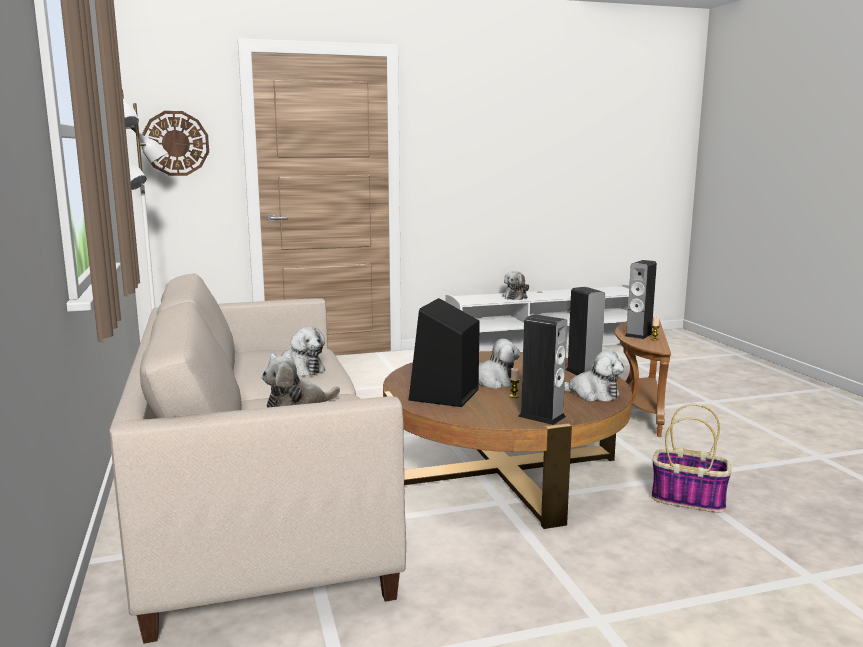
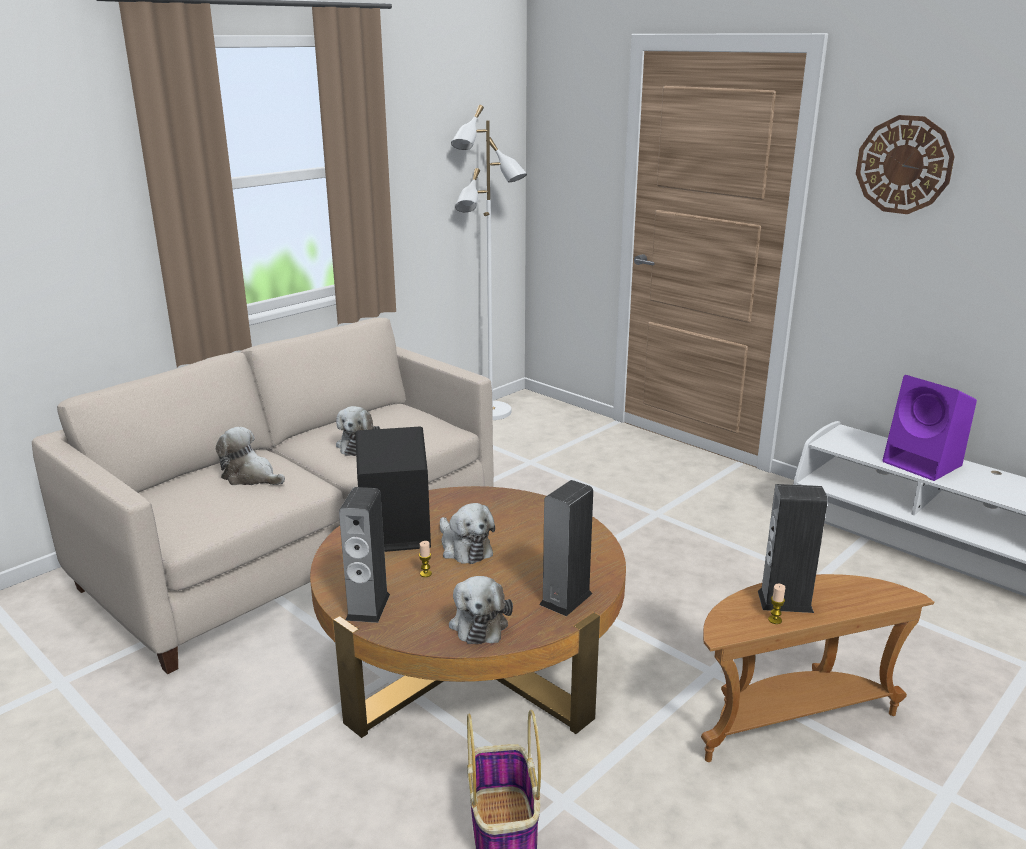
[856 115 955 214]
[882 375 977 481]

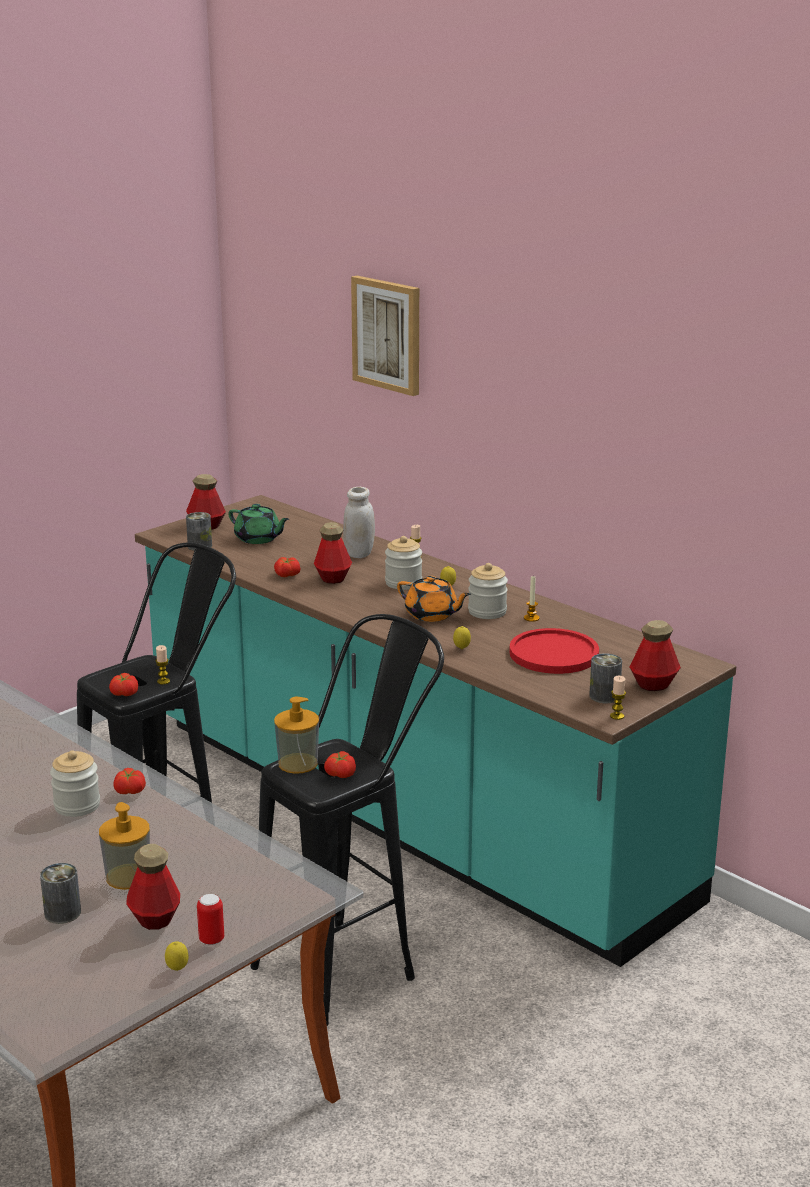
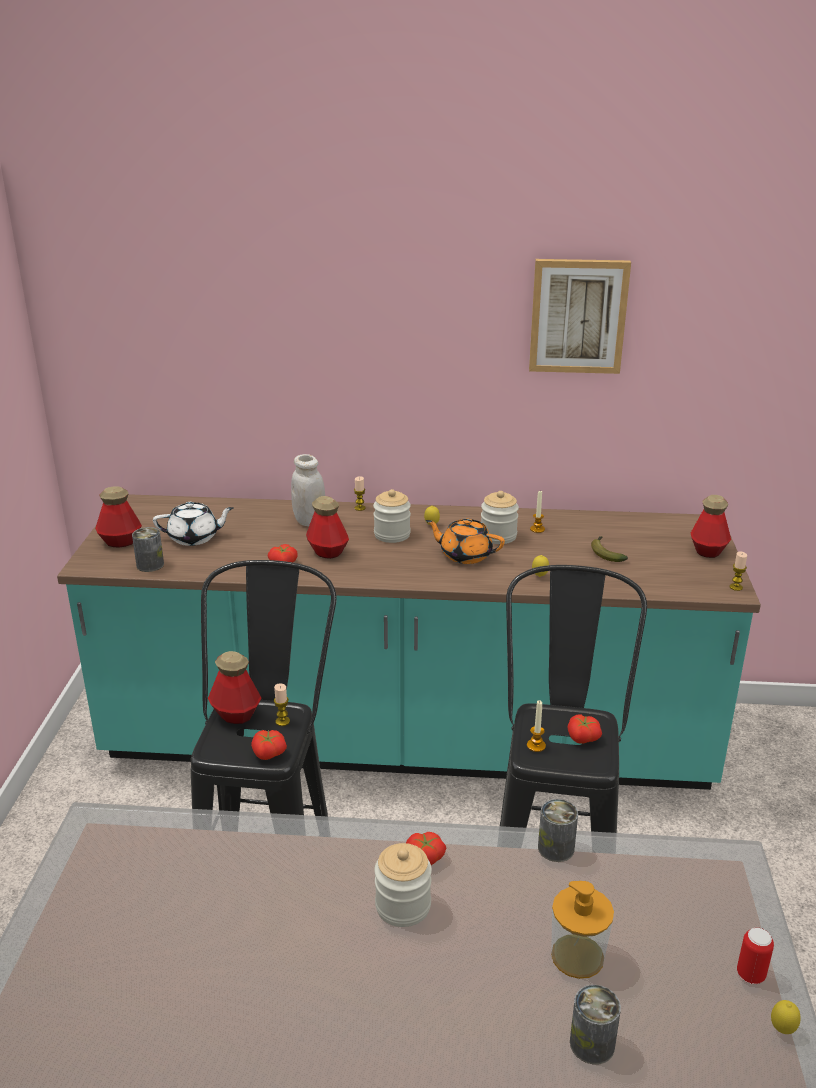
[153 502 234 546]
[208 651 262 724]
[426 518 505 564]
[527 700 546 752]
[529 259 631 374]
[538 799 578 862]
[591 536 628 562]

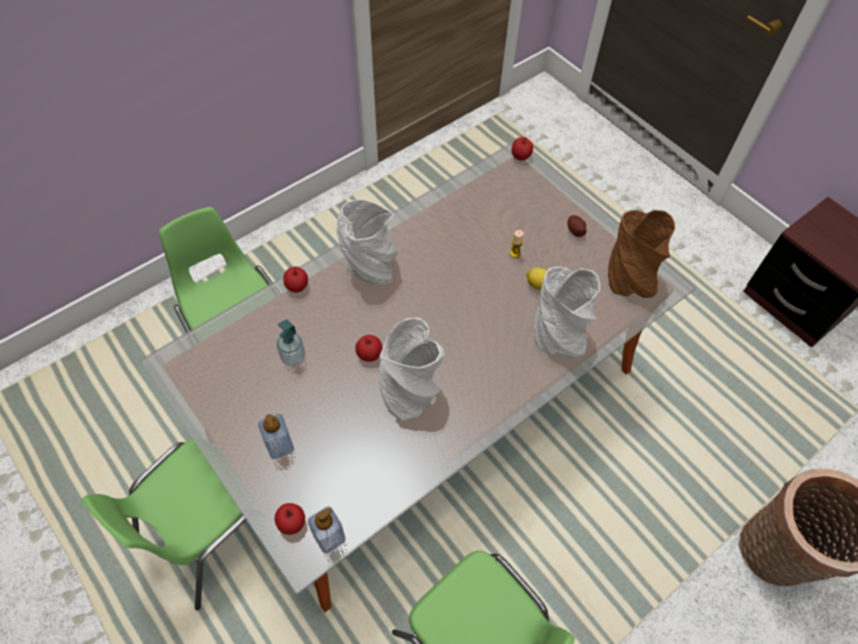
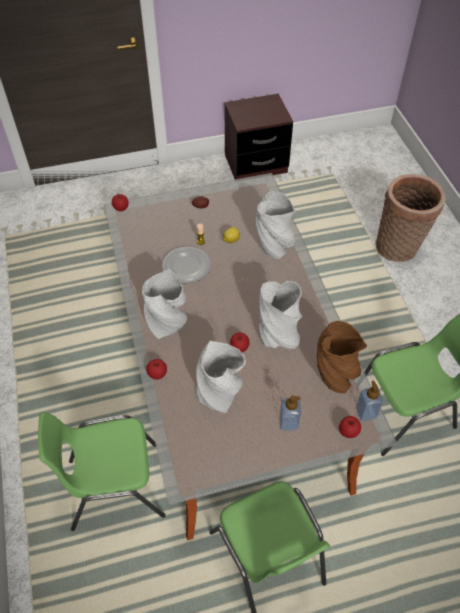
[162 246 211 283]
[195 341 246 413]
[317 321 367 394]

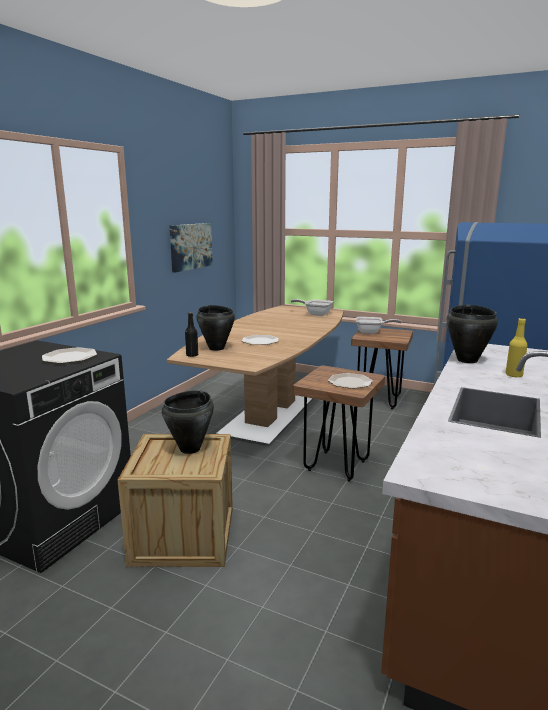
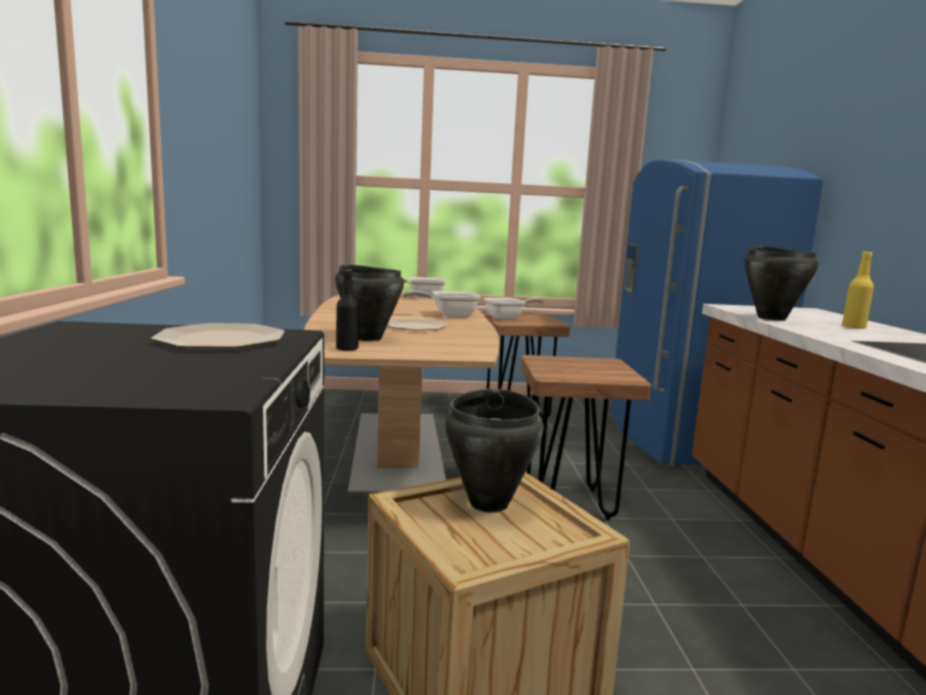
[403 291 481 317]
[170 223 213 273] (first image)
[328 373 373 389] (first image)

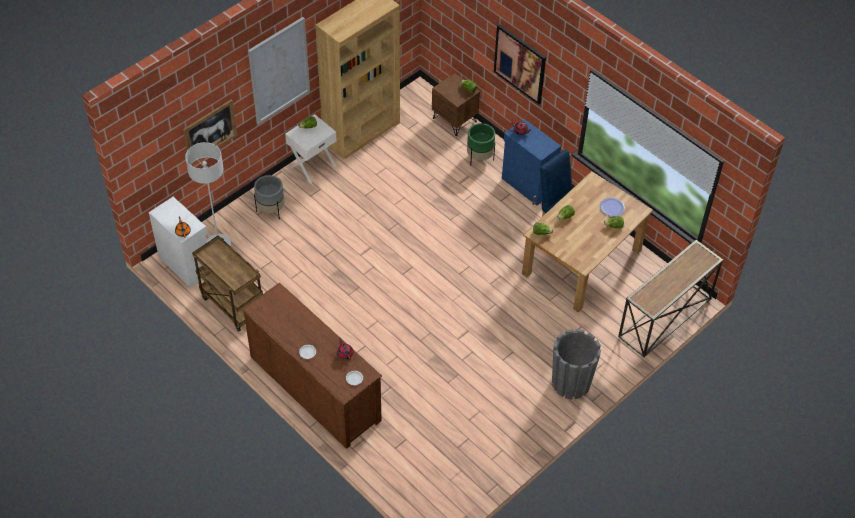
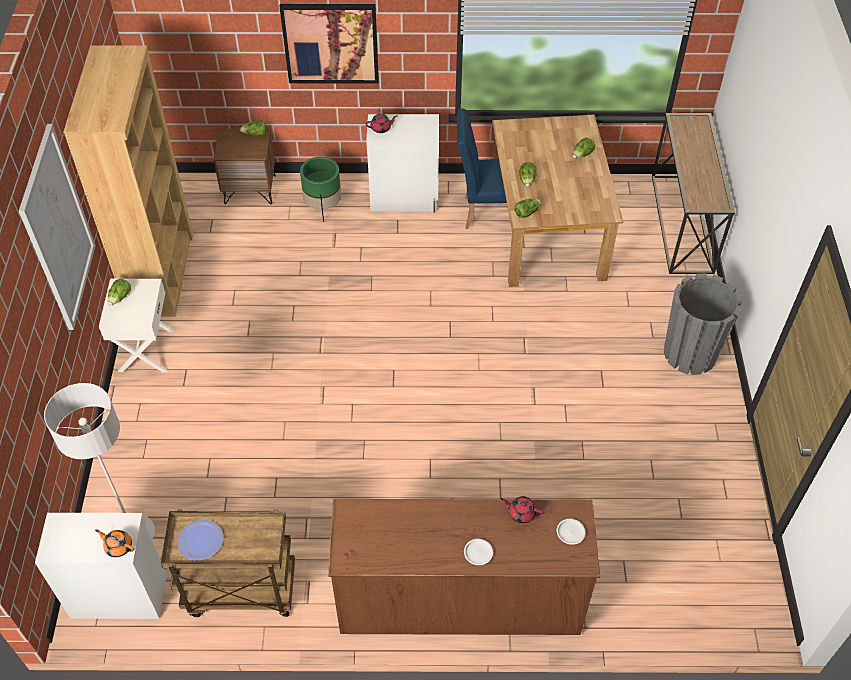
[177 520 223 561]
[366 114 439 213]
[183 99 237 165] (first image)
[254 175 284 219] (first image)

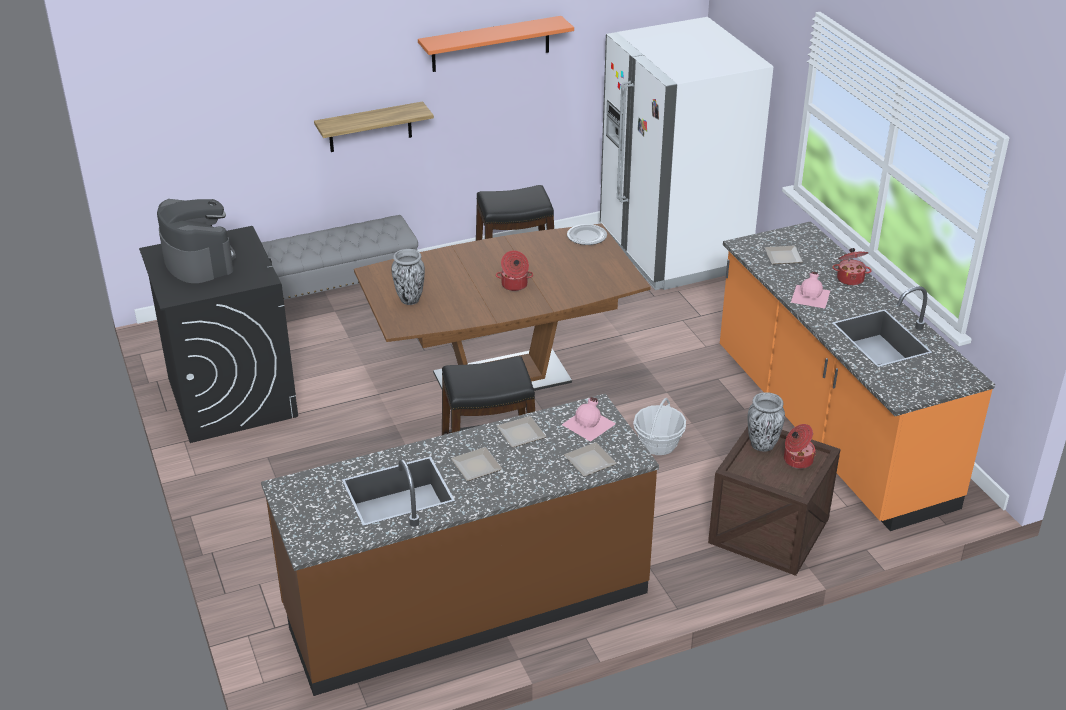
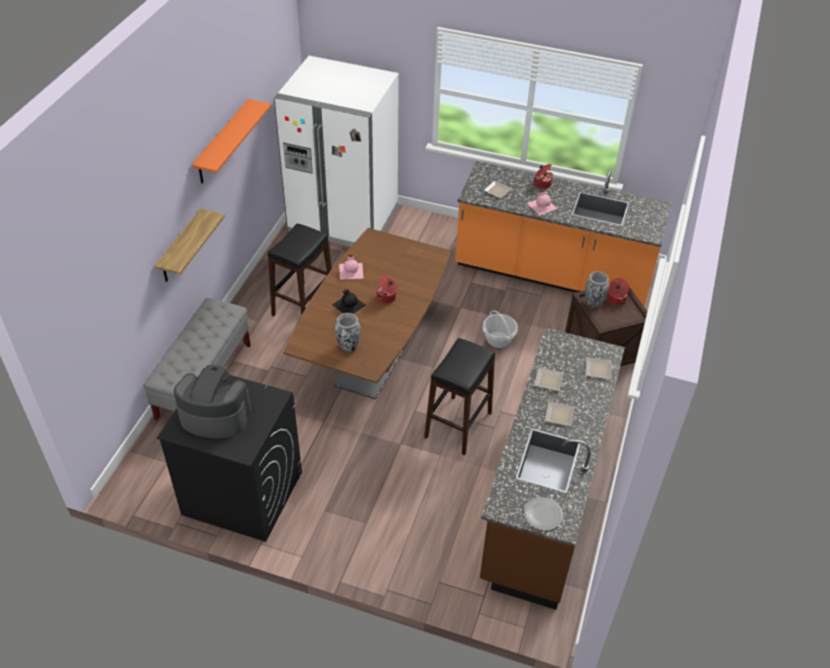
[332 289 366 314]
[339 255 364 280]
[524 497 563 530]

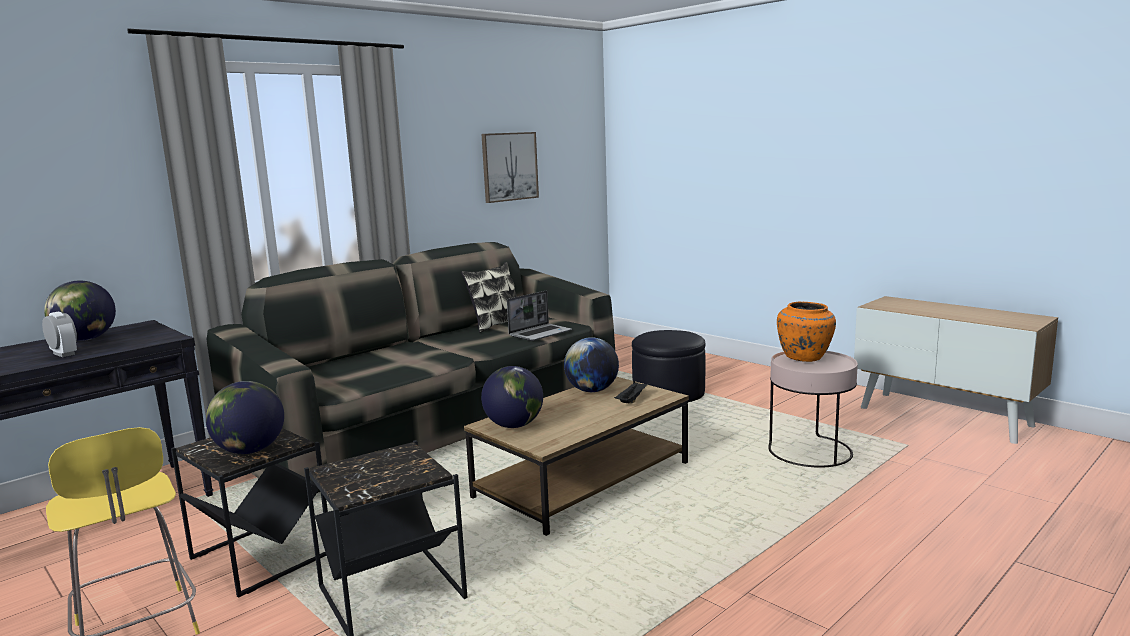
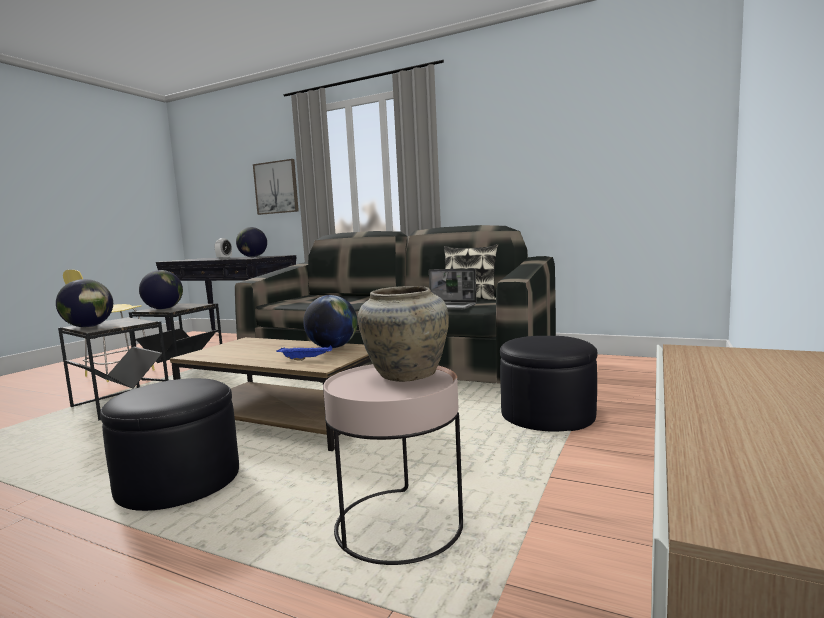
[56 279 113 327]
[100 378 239 511]
[253 159 299 215]
[276 345 332 361]
[358 286 449 382]

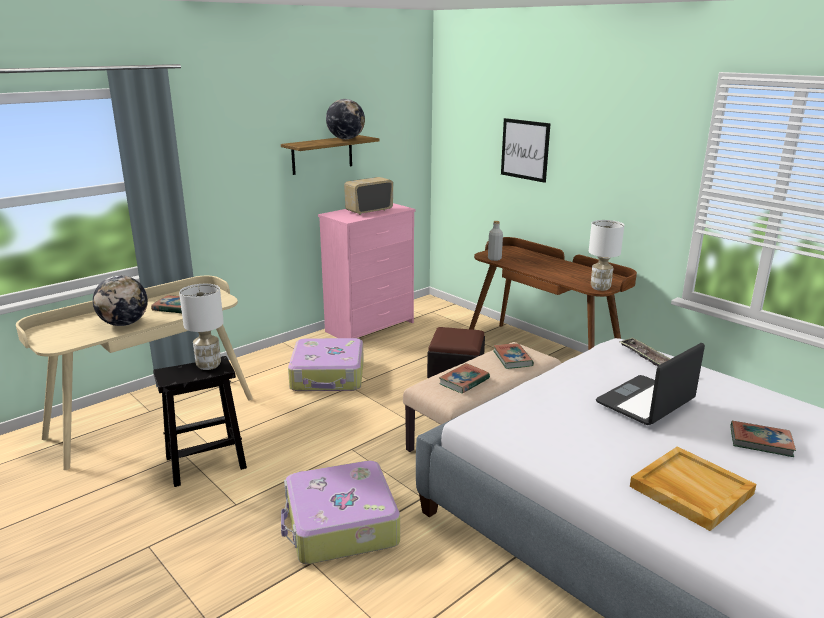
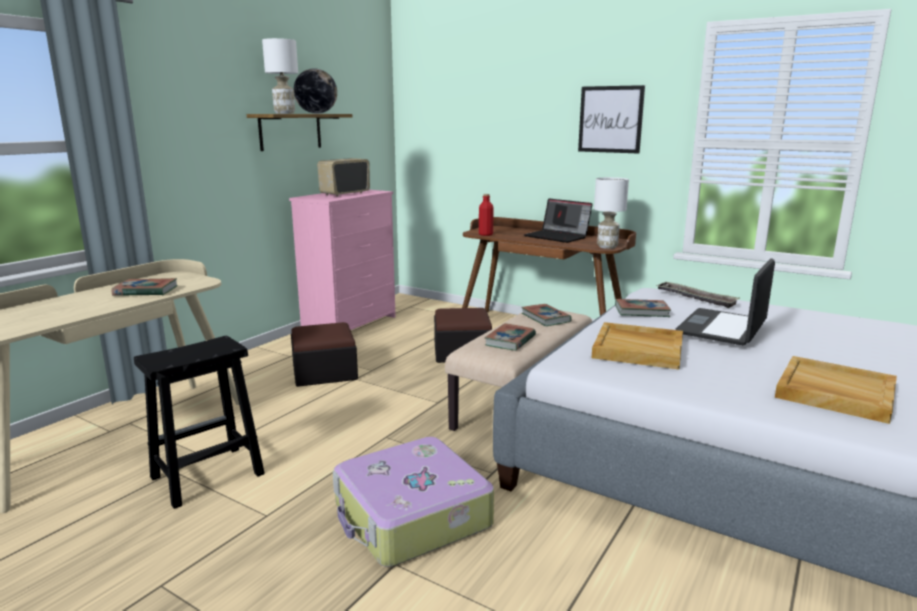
[262 38 298 114]
[291 322 358 387]
[479 194 494 236]
[524 199 593 243]
[578 85 645 154]
[592 322 683 369]
[615 299 671 317]
[93 275 148 326] (first image)

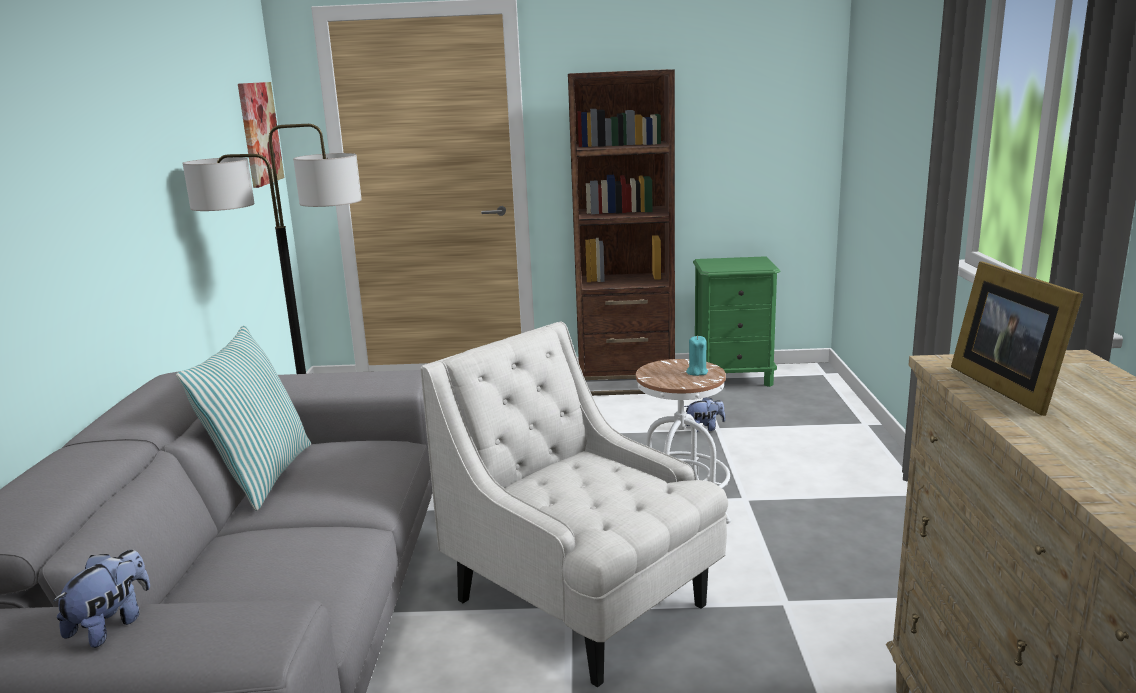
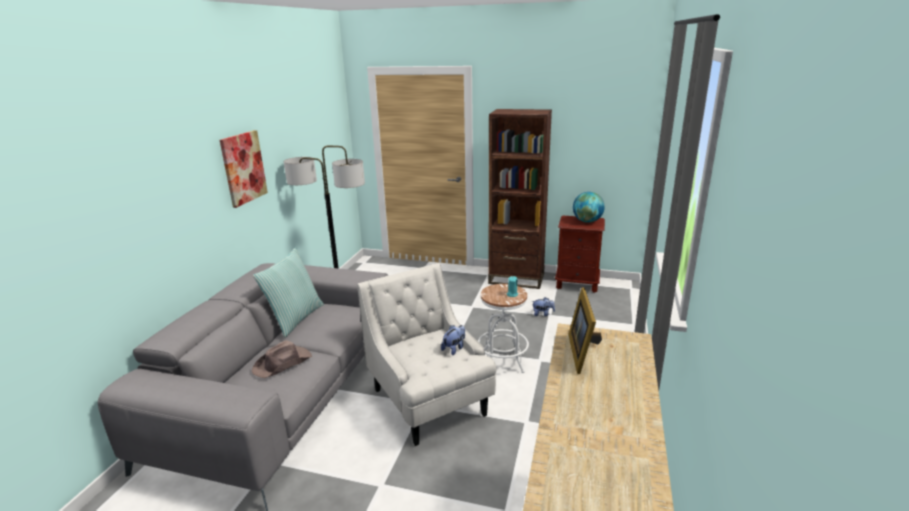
[220 130 268 208]
[252 340 312 378]
[441 325 465 355]
[555 215 605 293]
[573 192 605 223]

